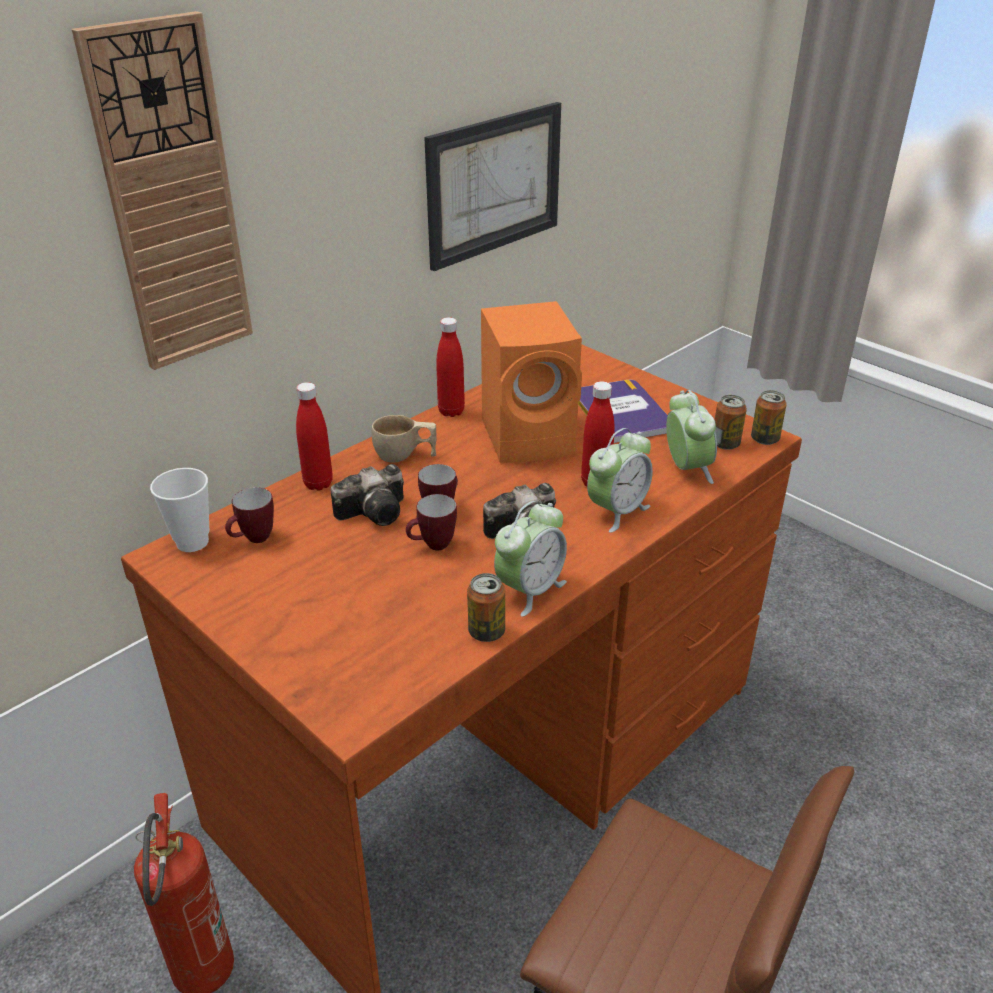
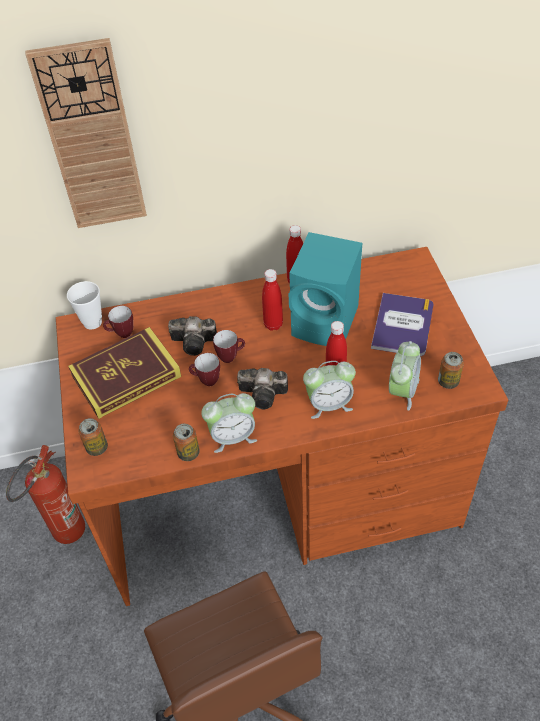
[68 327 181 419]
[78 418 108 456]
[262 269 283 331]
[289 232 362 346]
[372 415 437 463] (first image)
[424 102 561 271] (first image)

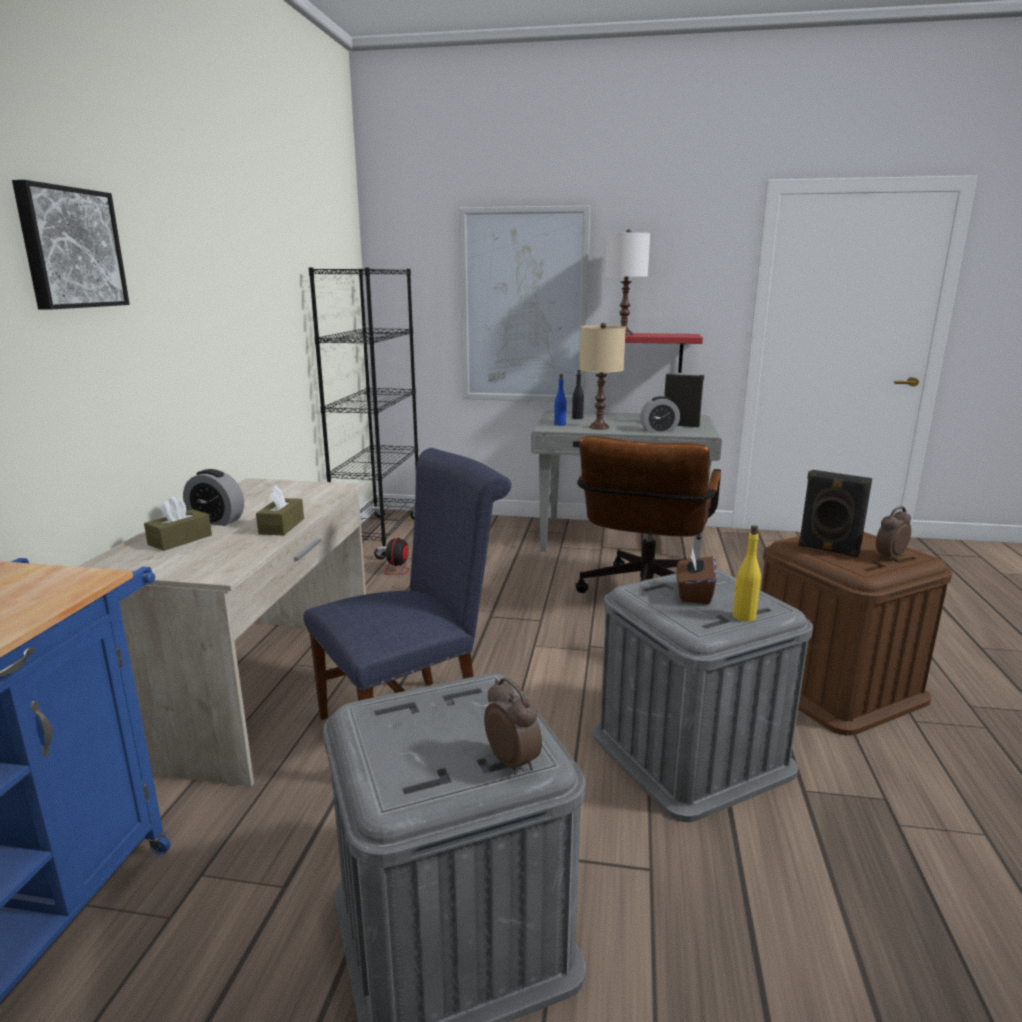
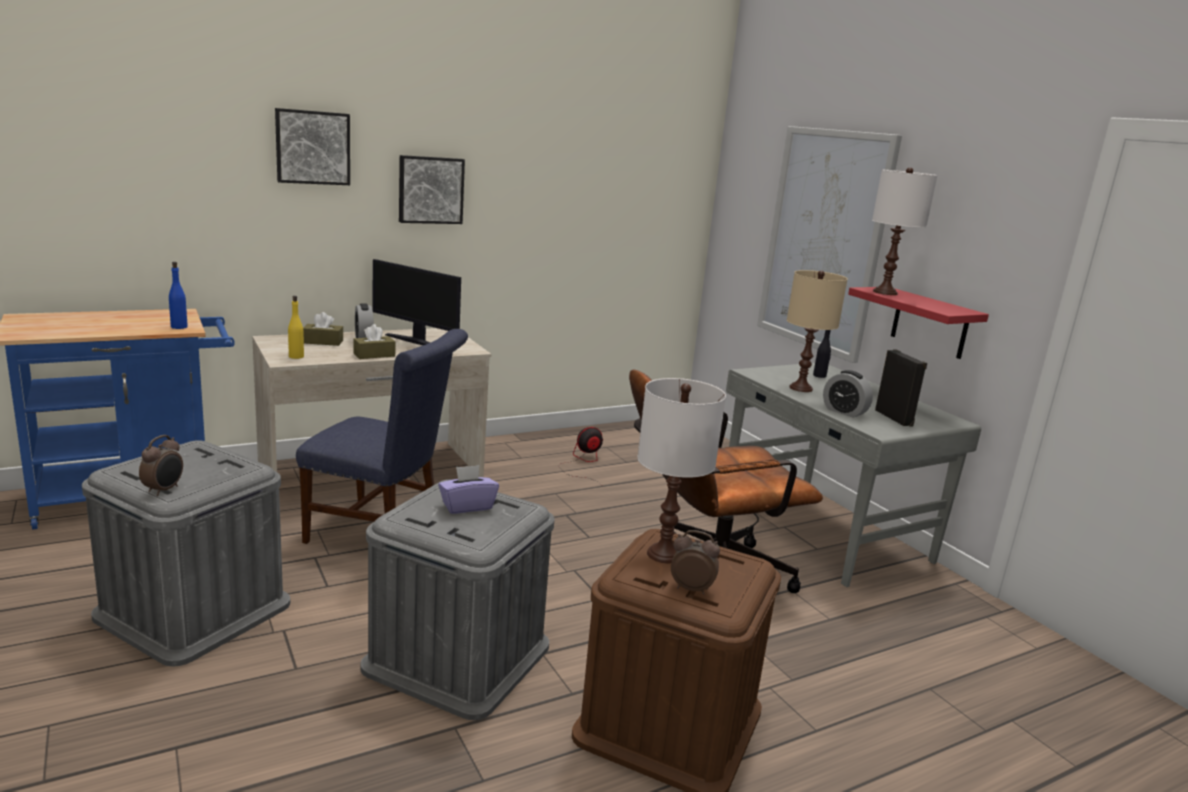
[169 262 188 329]
[288 296 304 359]
[372 259 461 345]
[399 155 465 224]
[438 465 499 514]
[637 378 726 563]
[309 268 418 560] (first image)

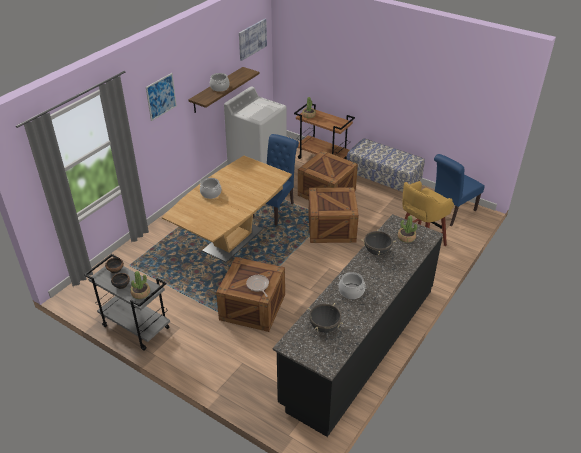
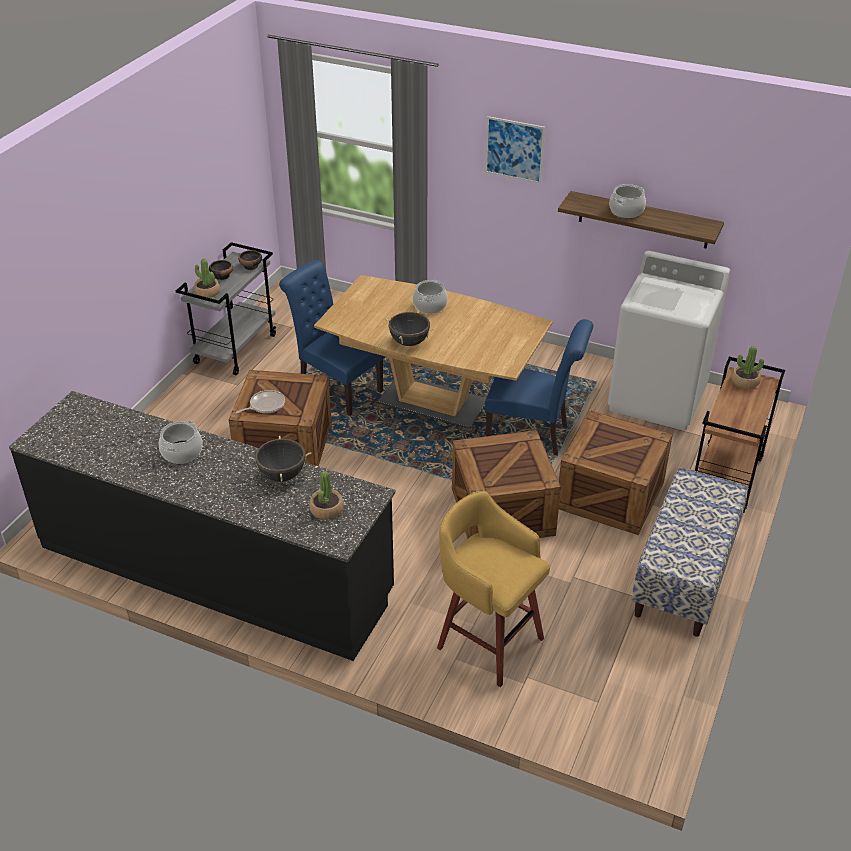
[279 260 385 416]
[385 311 434 346]
[239 19 267 61] (first image)

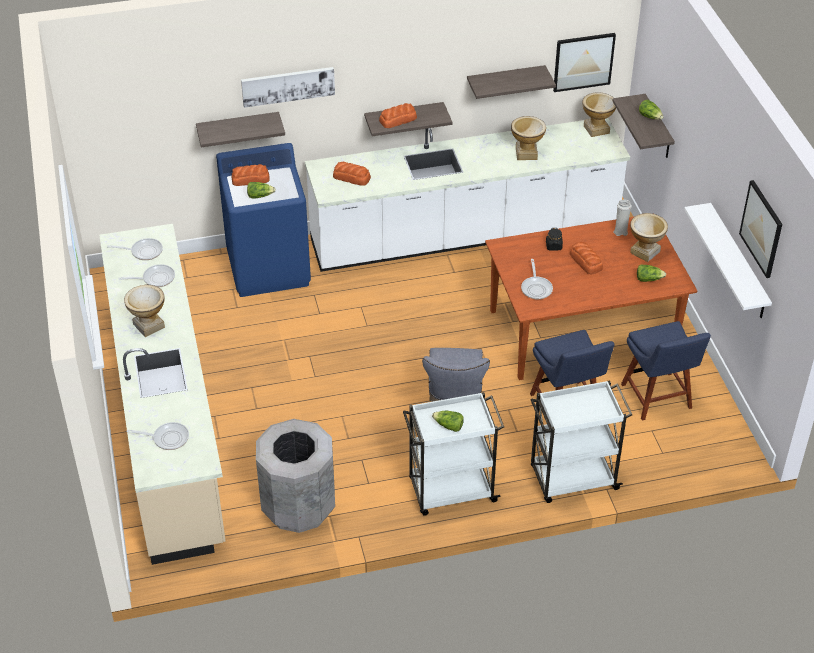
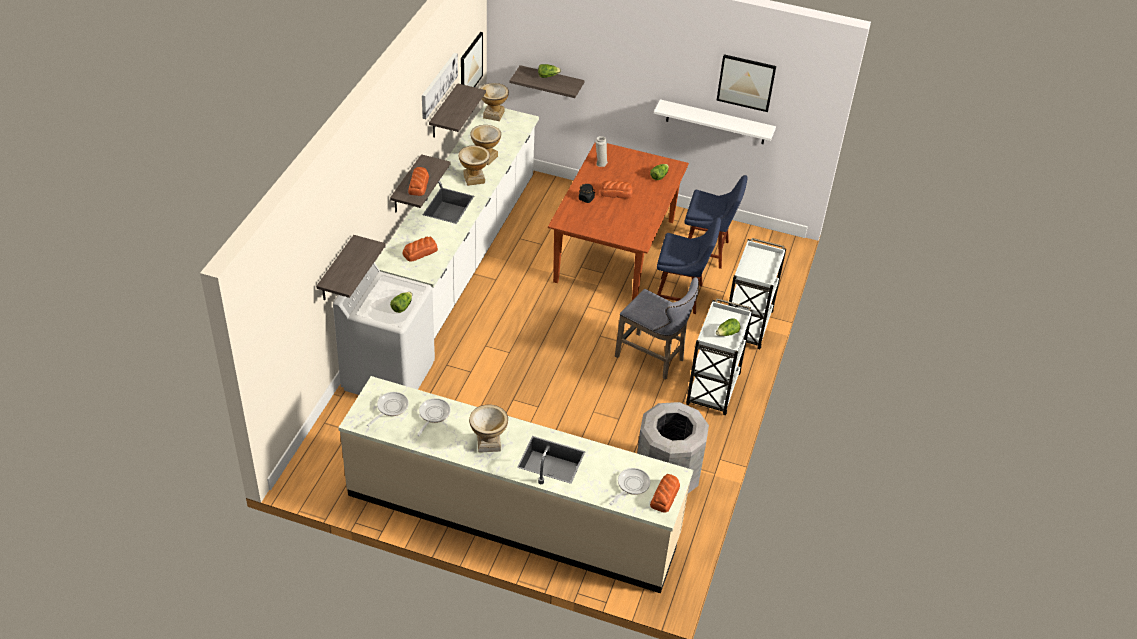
[333 263 435 395]
[422 53 458 119]
[458 145 490 186]
[650 474 680 513]
[521 259 553 299] (first image)

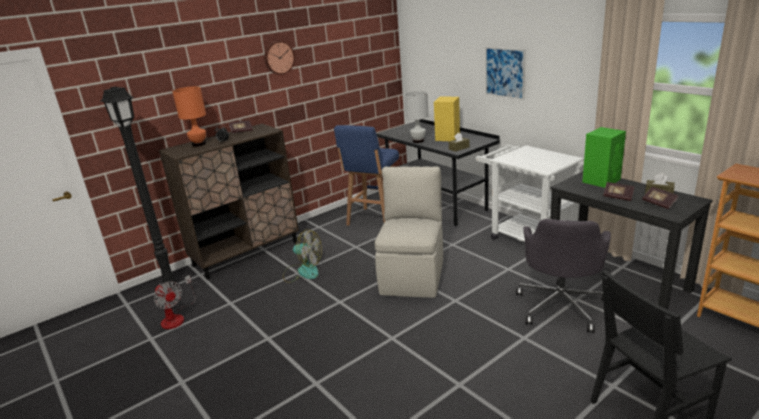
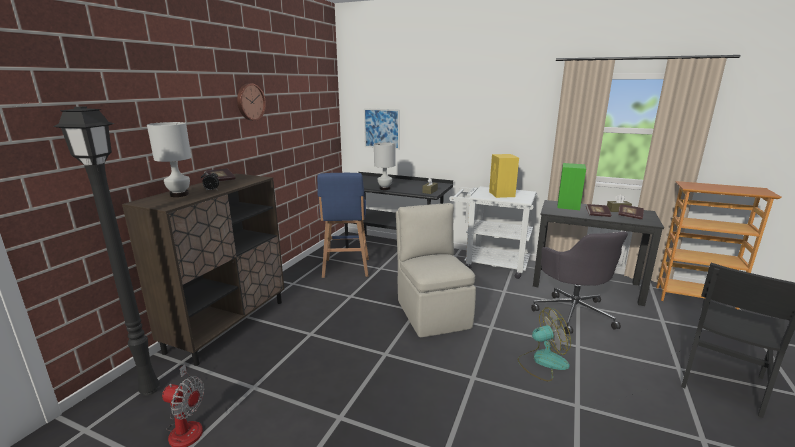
[147 122 191 197]
[364 108 400 149]
[489 154 519 198]
[517 307 571 382]

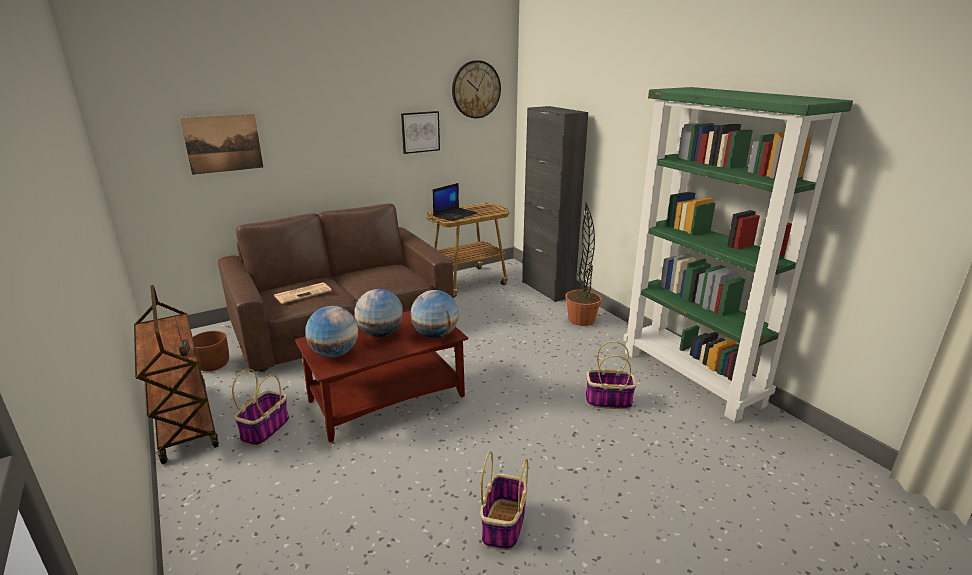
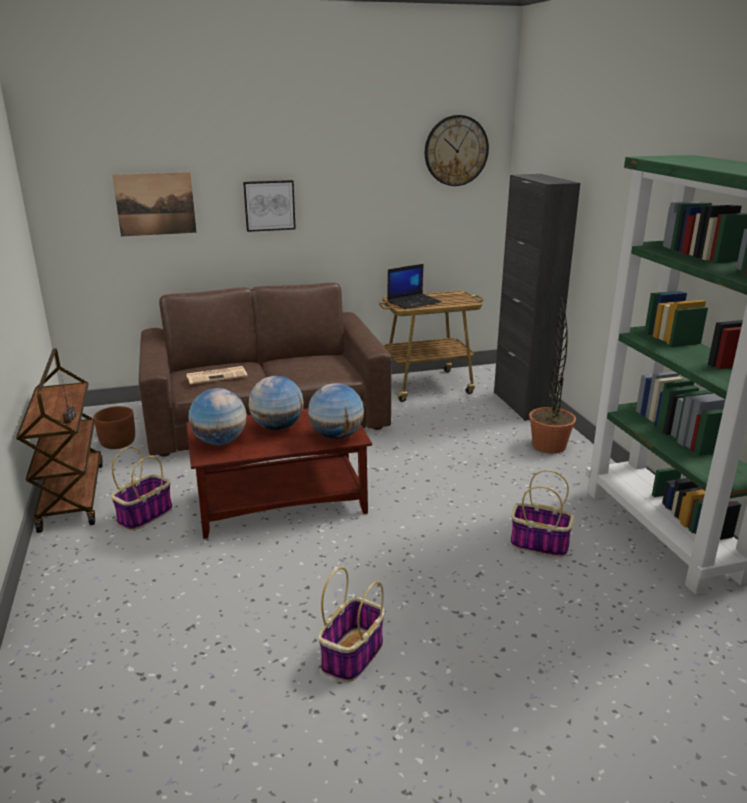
[243 180 296 232]

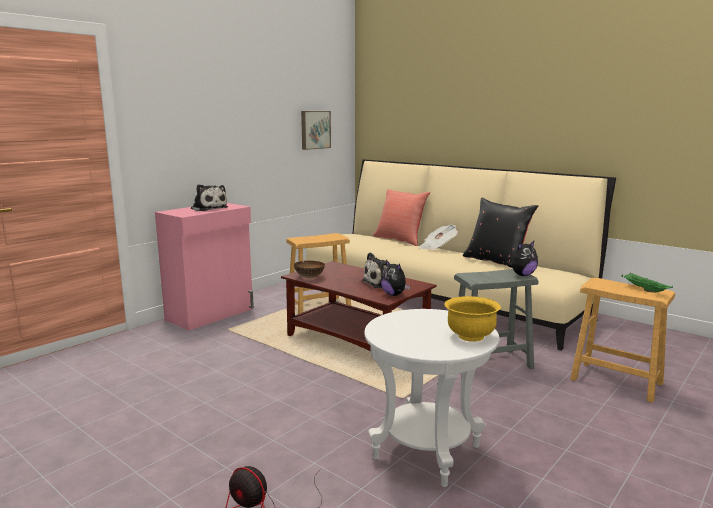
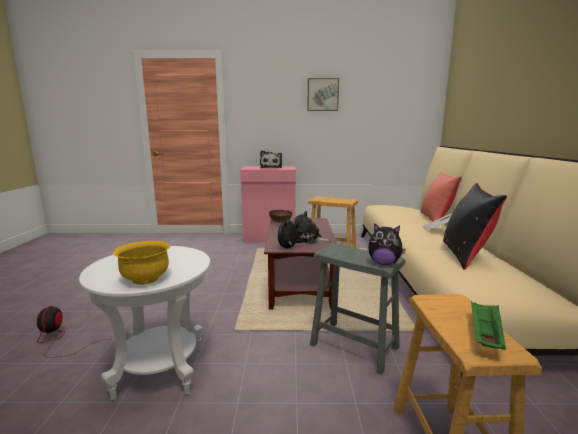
[307 78 339 111]

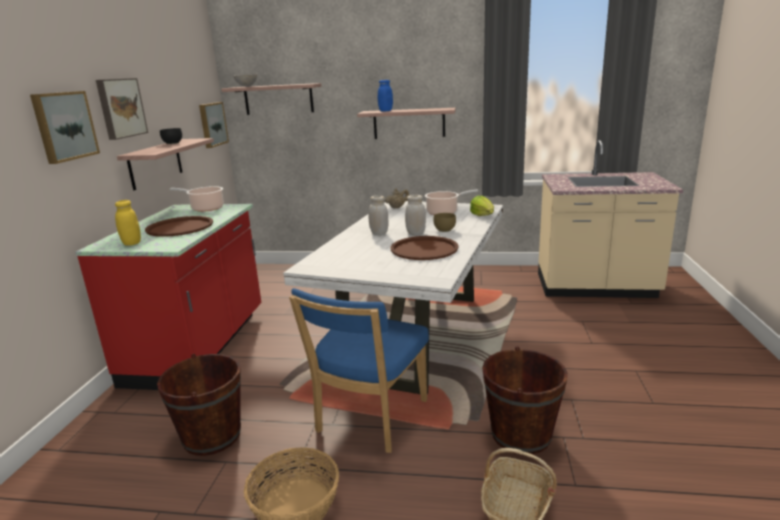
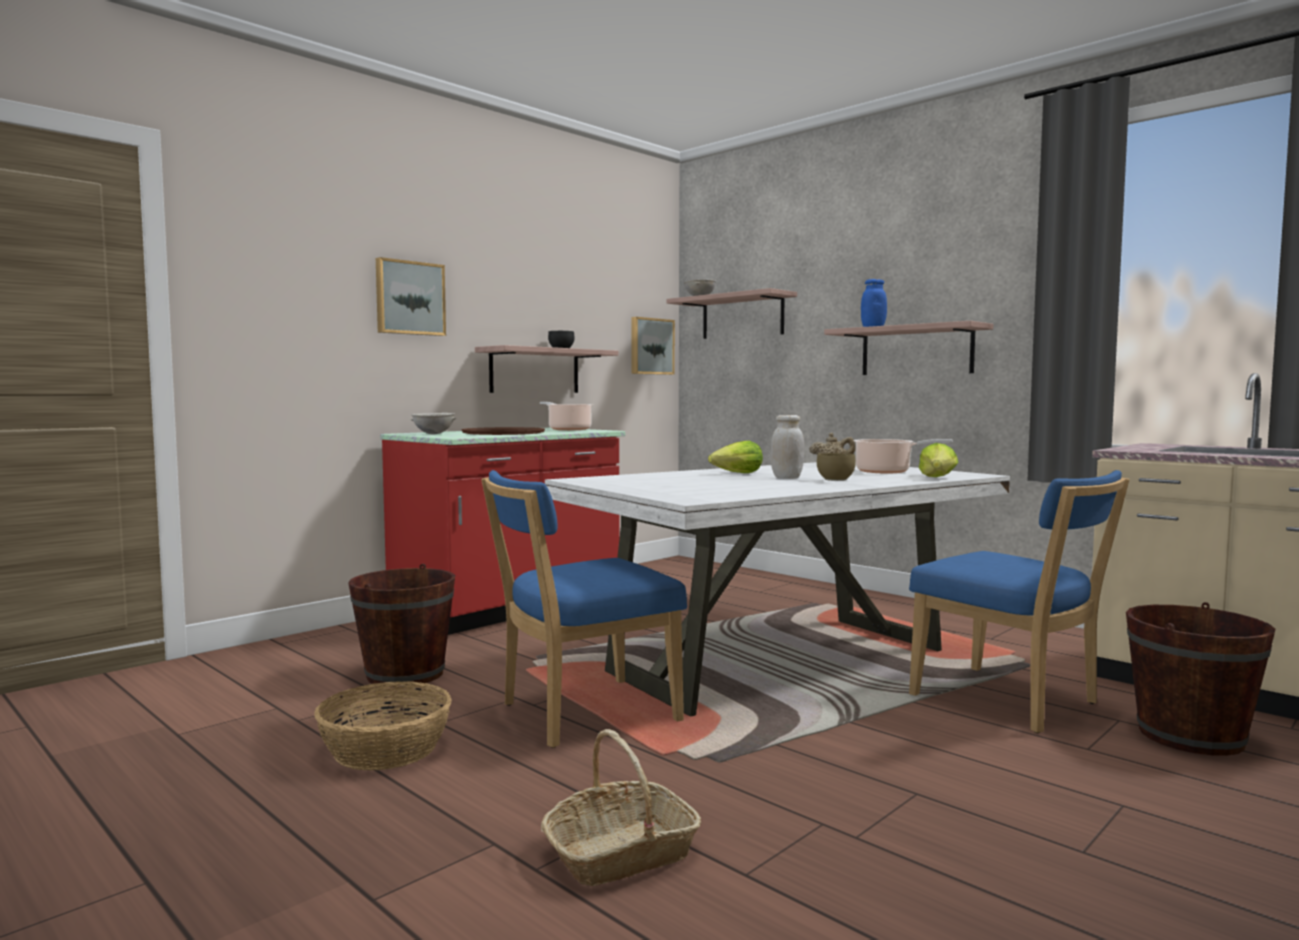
[411 413 456 434]
[708 441 763 473]
[909 470 1130 733]
[1126 602 1275 756]
[96 78 148 140] (first image)
[390 236 459 260] (first image)

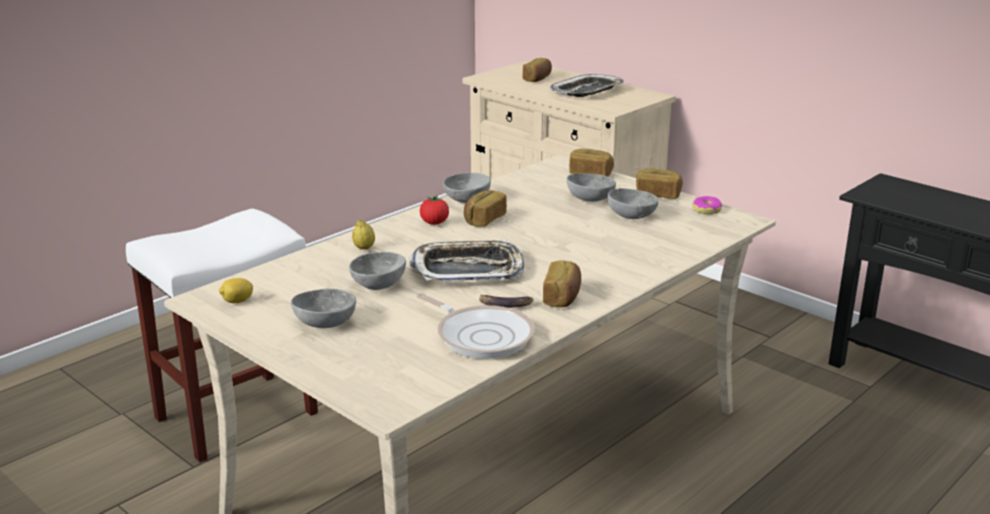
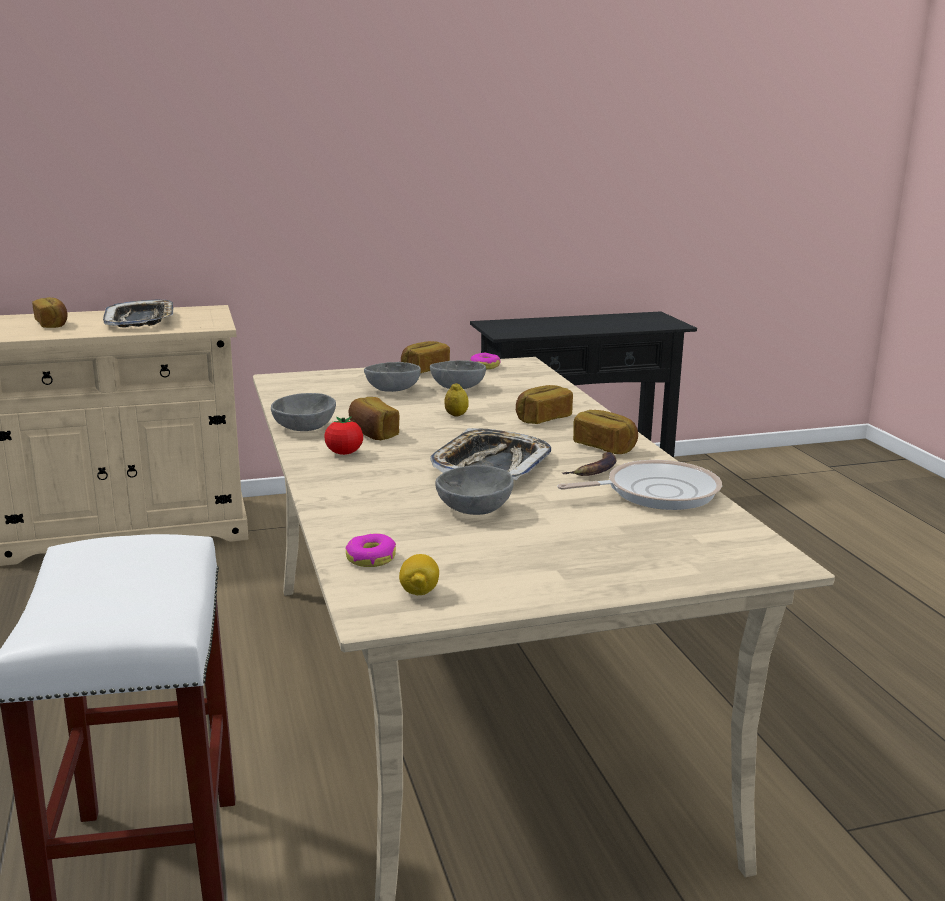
[346 533 396 567]
[444 383 469 417]
[516 385 573 424]
[291 289 356 328] (first image)

